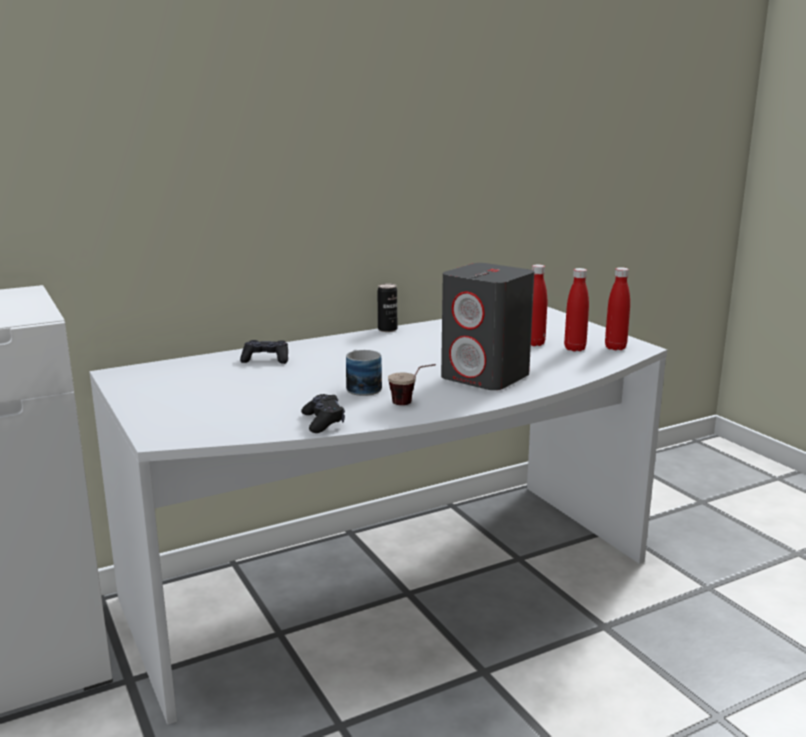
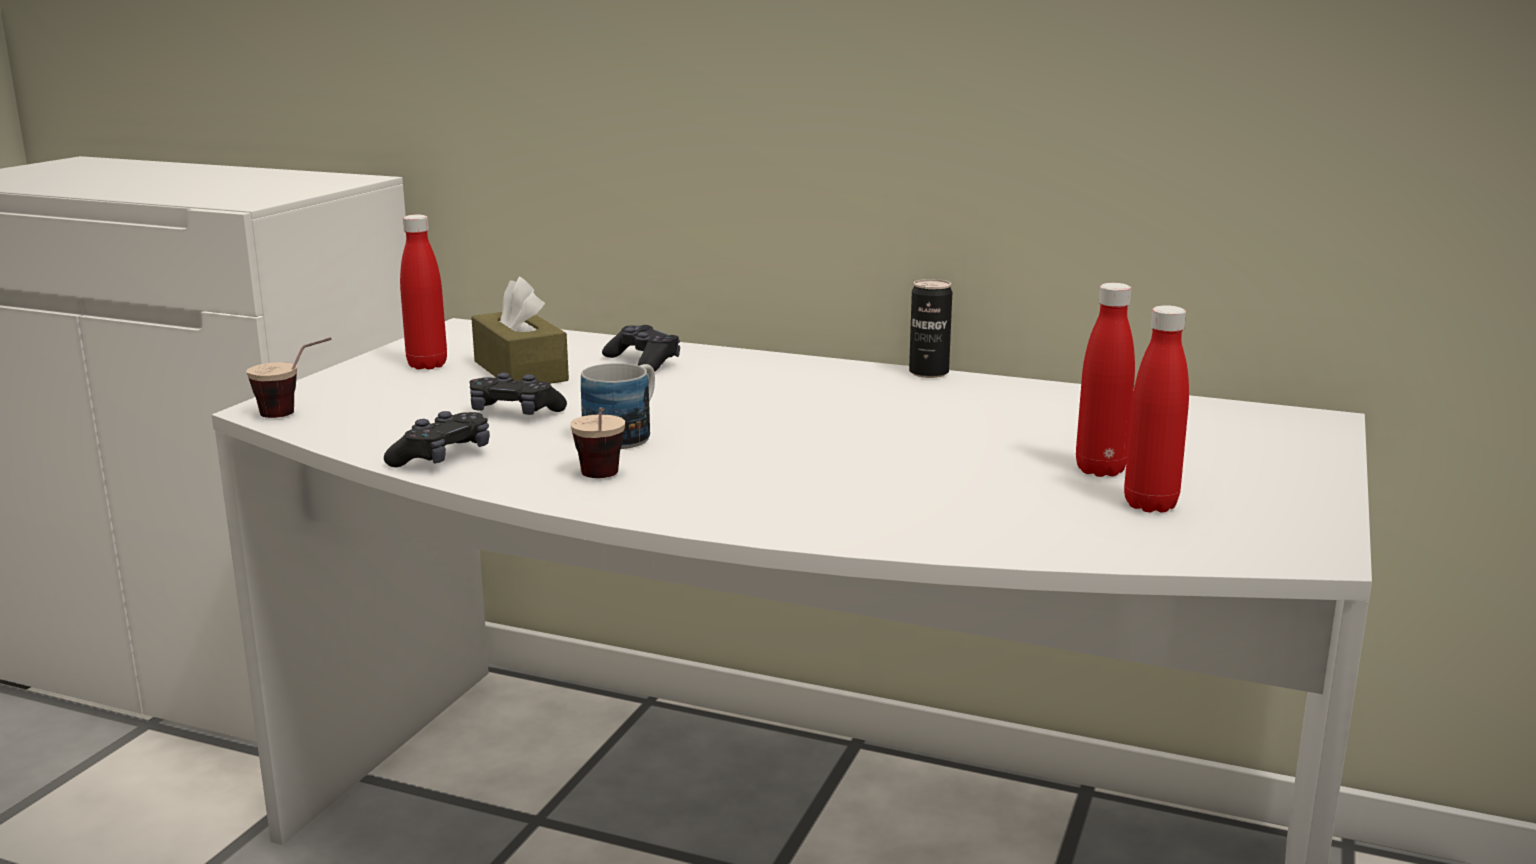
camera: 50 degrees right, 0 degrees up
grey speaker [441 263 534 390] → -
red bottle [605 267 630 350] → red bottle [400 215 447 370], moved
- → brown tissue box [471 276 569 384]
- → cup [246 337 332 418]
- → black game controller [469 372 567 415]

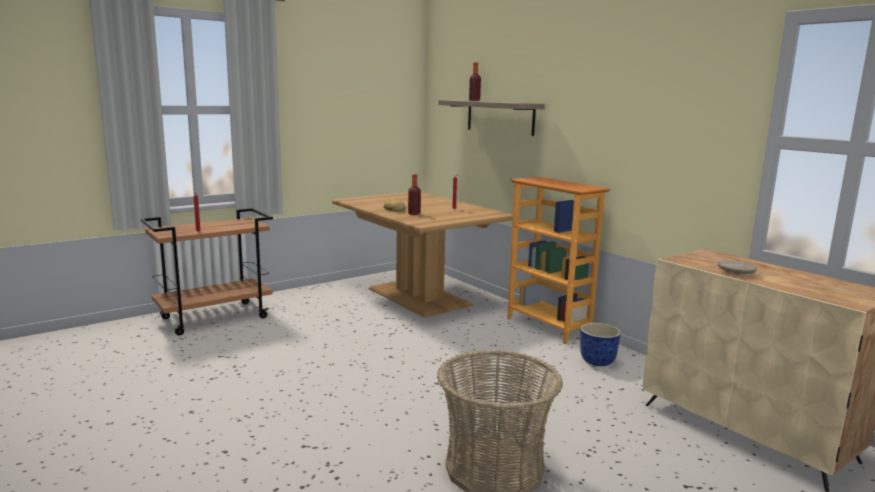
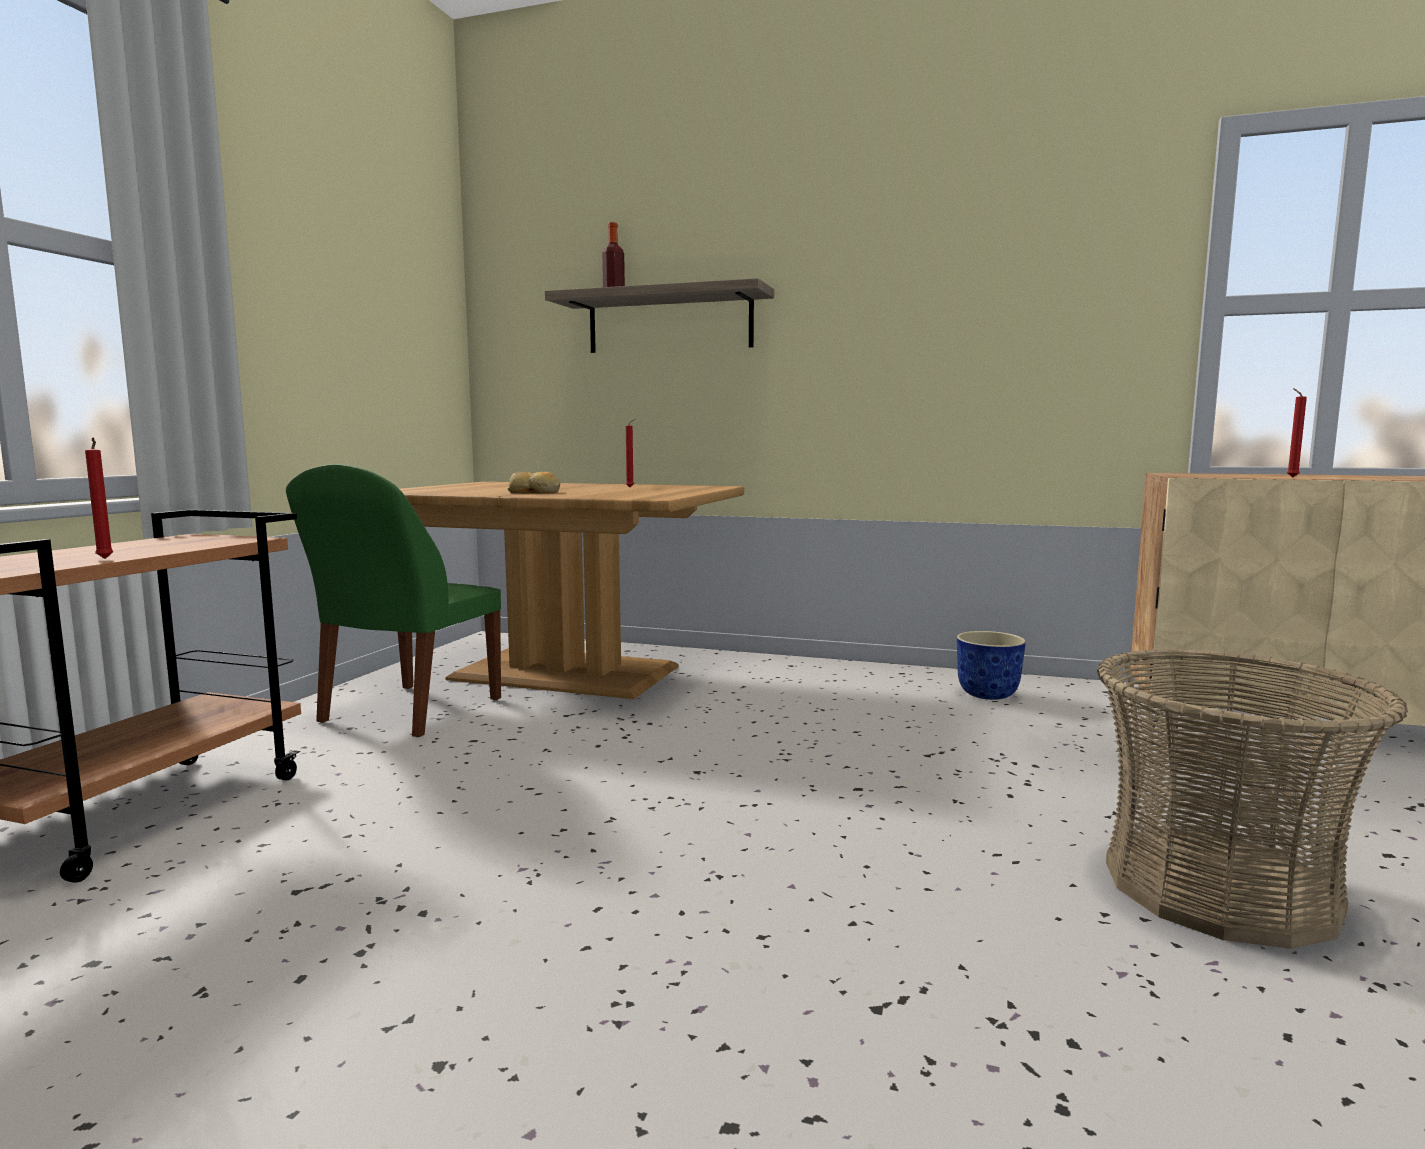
camera: 35 degrees left, 5 degrees down
bottle [408 174 421 215] → -
bookcase [507 177 611 344] → -
beige plate [717 261 758 275] → red candle [1287 388 1307 478]
- → green chair [286 464 501 737]

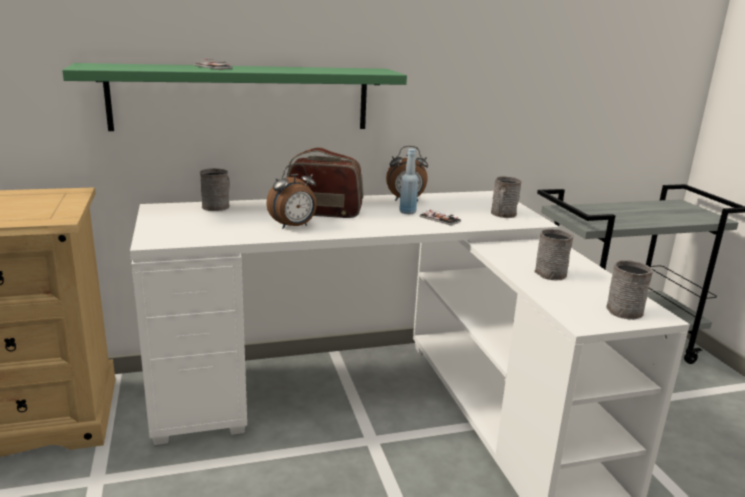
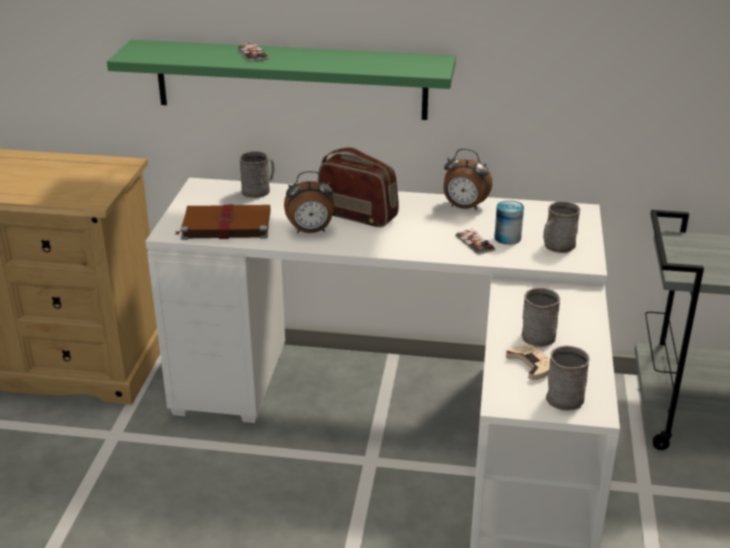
camera: 25 degrees right, 10 degrees up
blue bottle [399 149 418 214] → -
- → can [494 200 524 245]
- → brown book [174 205 270 240]
- → beige game controller [506 345 550 380]

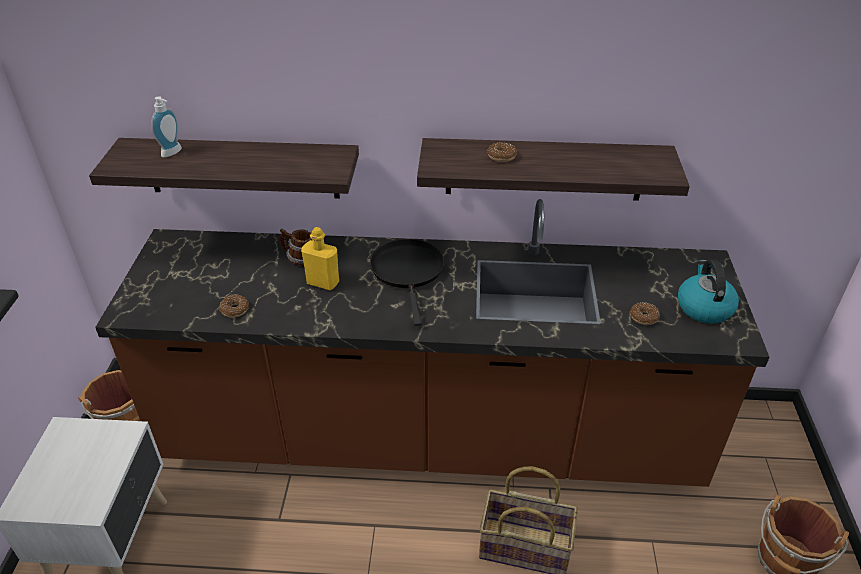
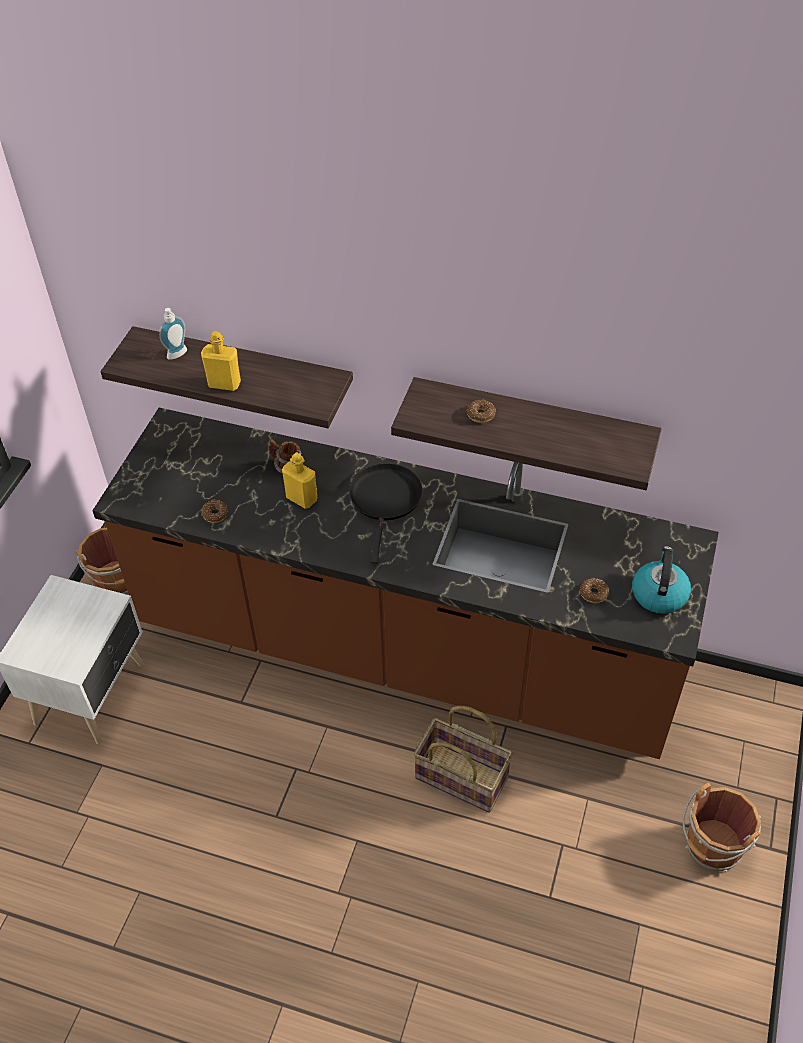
camera: 15 degrees right, 10 degrees up
- → yellow bottle [201 331 241 391]

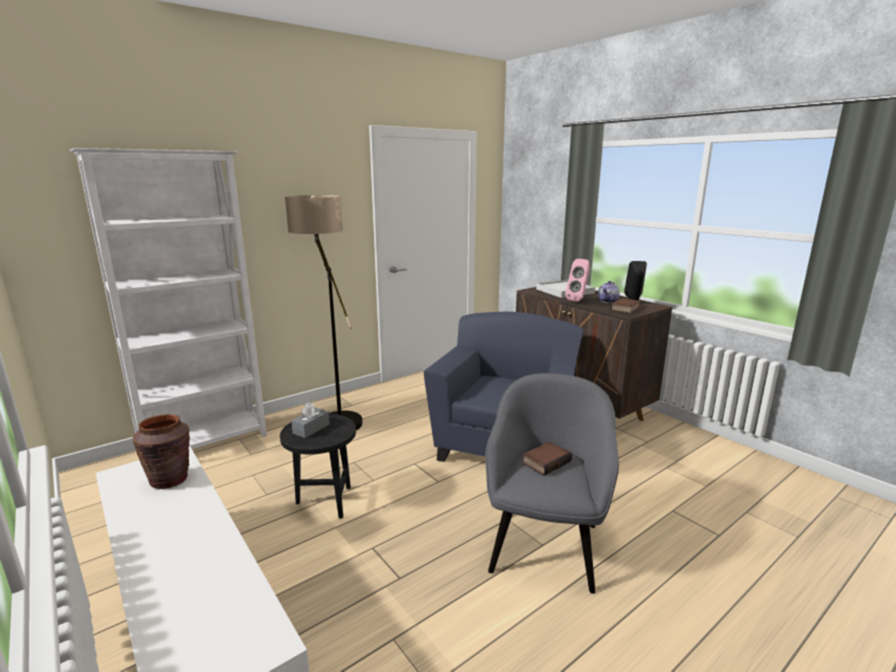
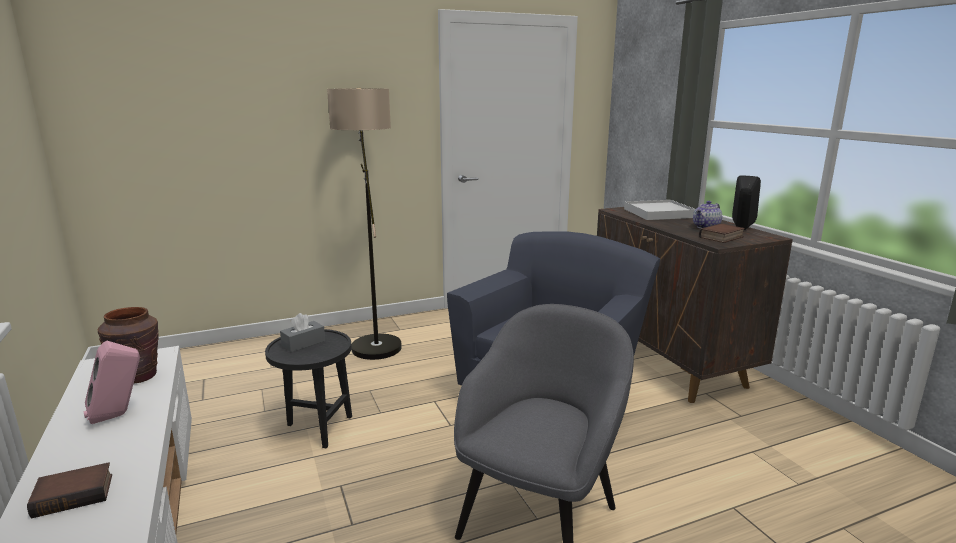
camera: 15 degrees right, 0 degrees up
white bookcase [70 148 267 449] → -
pink speaker [565 259 590 302] → pink speaker [84 340 140 424], moved
book [522 442 572 476] → book [27 462 112 518], moved

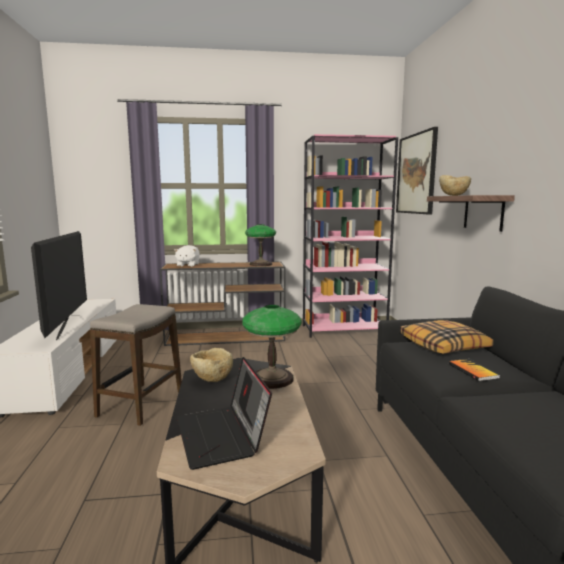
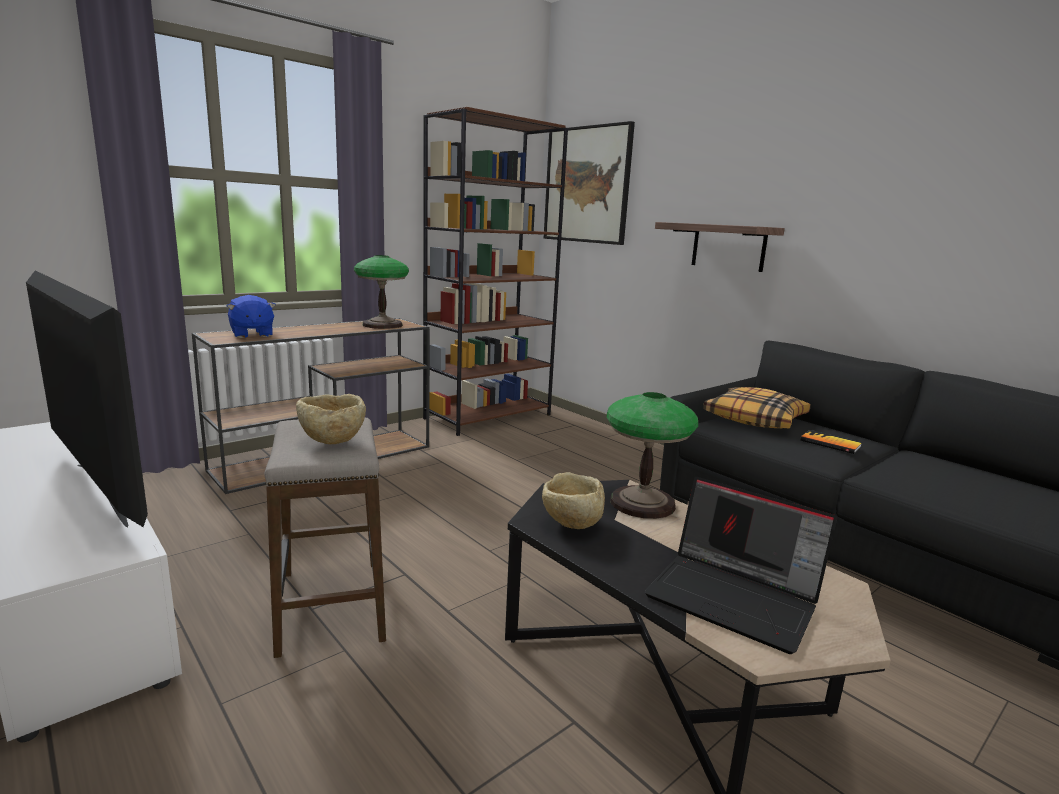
camera: 35 degrees left, 5 degrees up
pink bookcase [303 134 398 338] → brown bookcase [423 107 568 436]
beige bowl [439 175 471 196] → beige bowl [296 394 366 444], moved
white plush toy [174 245 200 267] → blue plush toy [227 295 276 338]

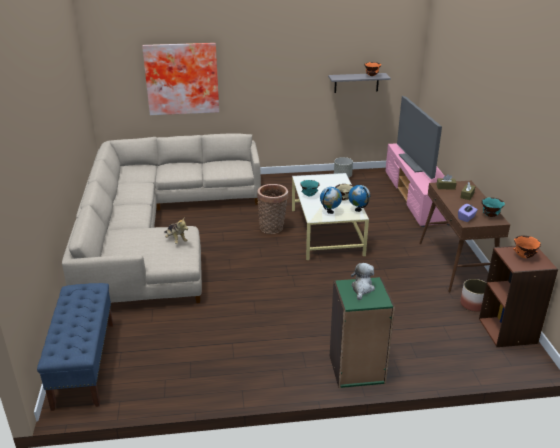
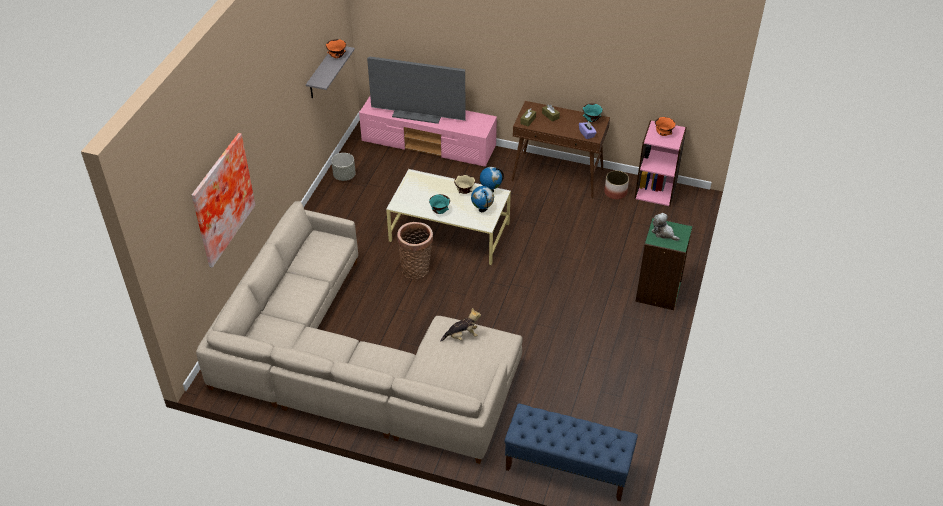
camera: 65 degrees left, 15 degrees up
brown bookcase [479 246 558 347] → pink bookcase [634 120 687 206]

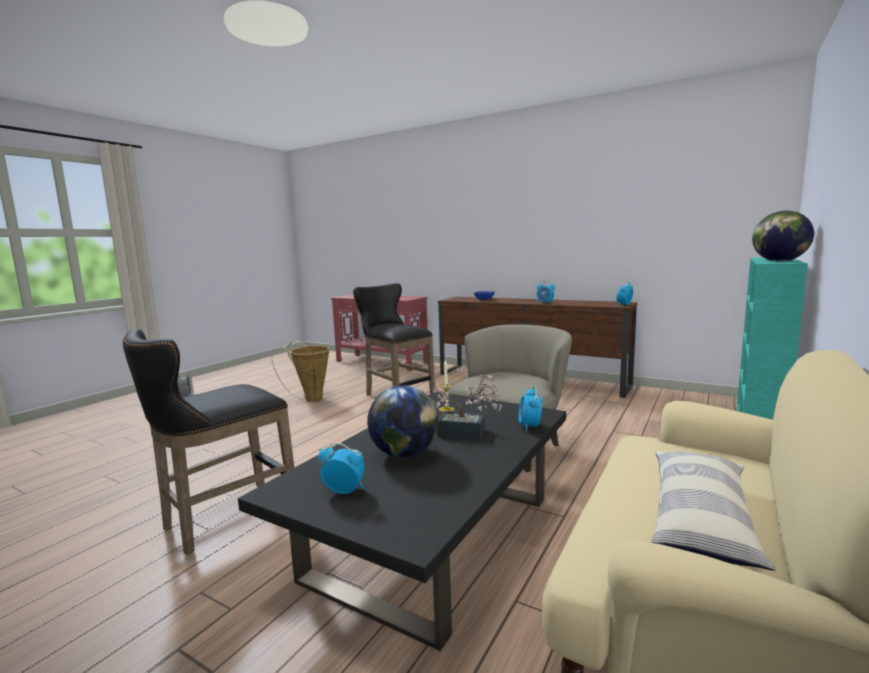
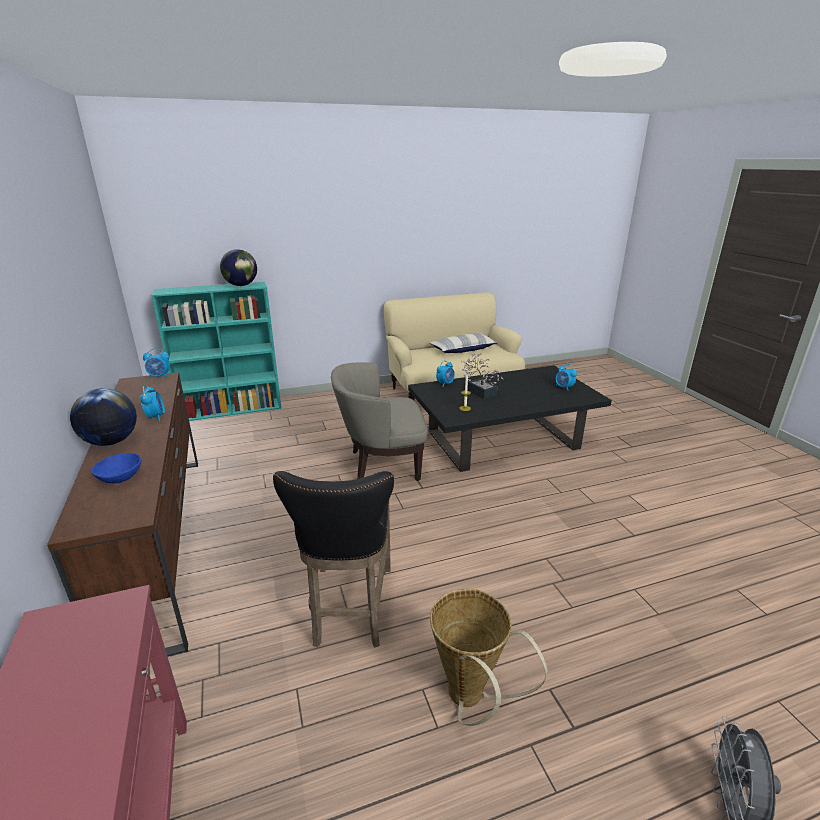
camera: 140 degrees left, 15 degrees up
black stool [123 328 294 555] → -
globe [367 385 439 458] → globe [70 388 137 446], moved

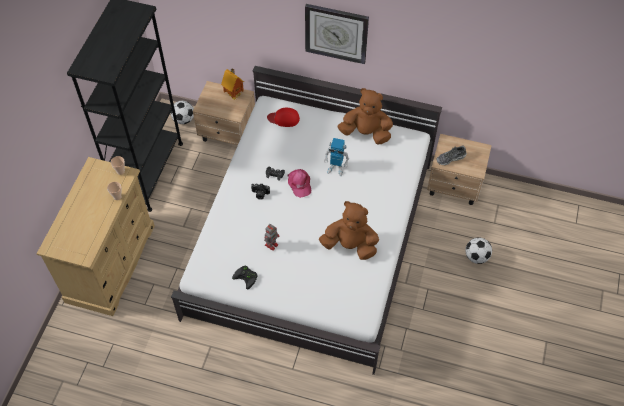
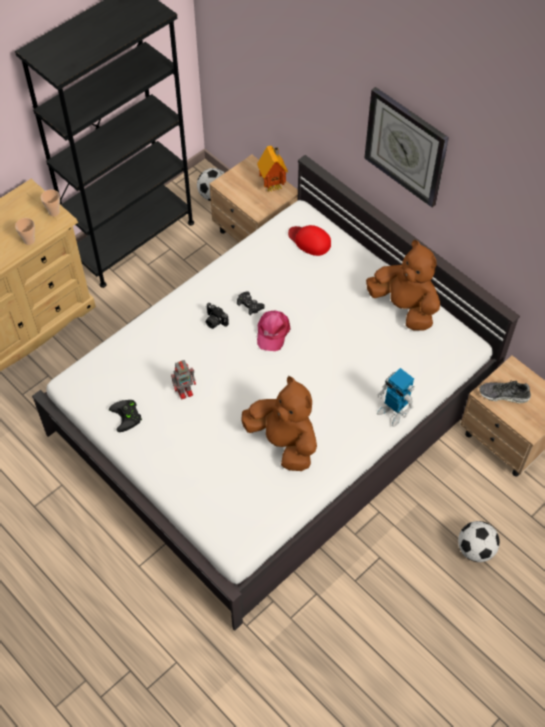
camera: 30 degrees right, 0 degrees up
toy robot [324 138 349 176] → toy robot [377 368 414 427], moved

